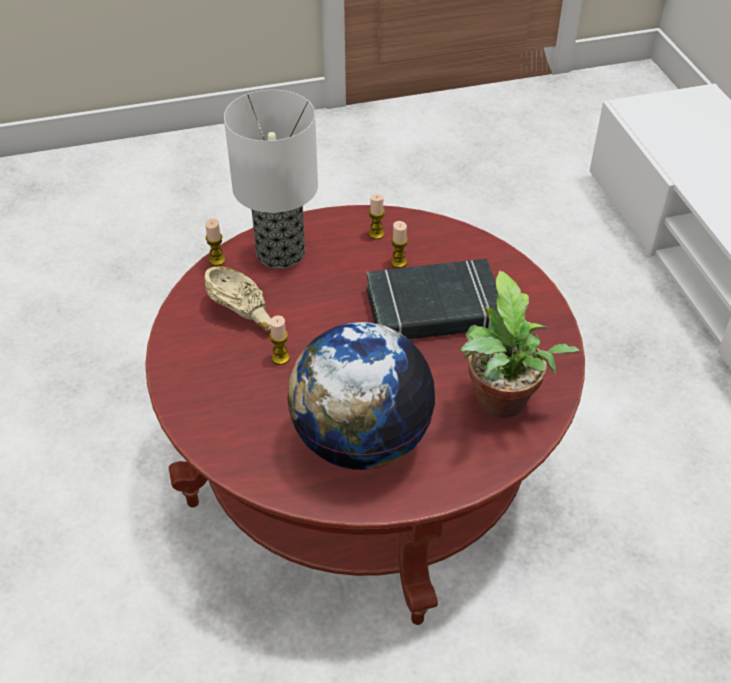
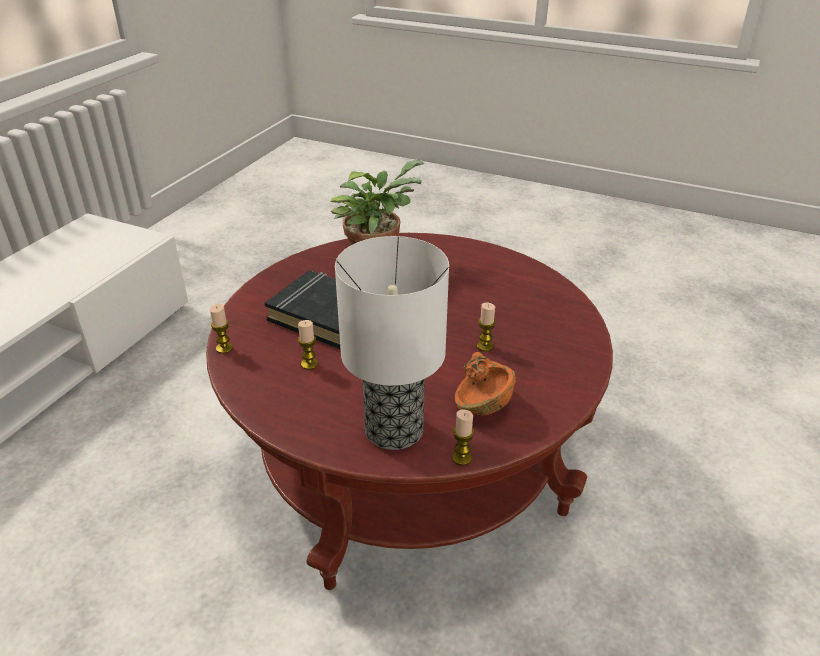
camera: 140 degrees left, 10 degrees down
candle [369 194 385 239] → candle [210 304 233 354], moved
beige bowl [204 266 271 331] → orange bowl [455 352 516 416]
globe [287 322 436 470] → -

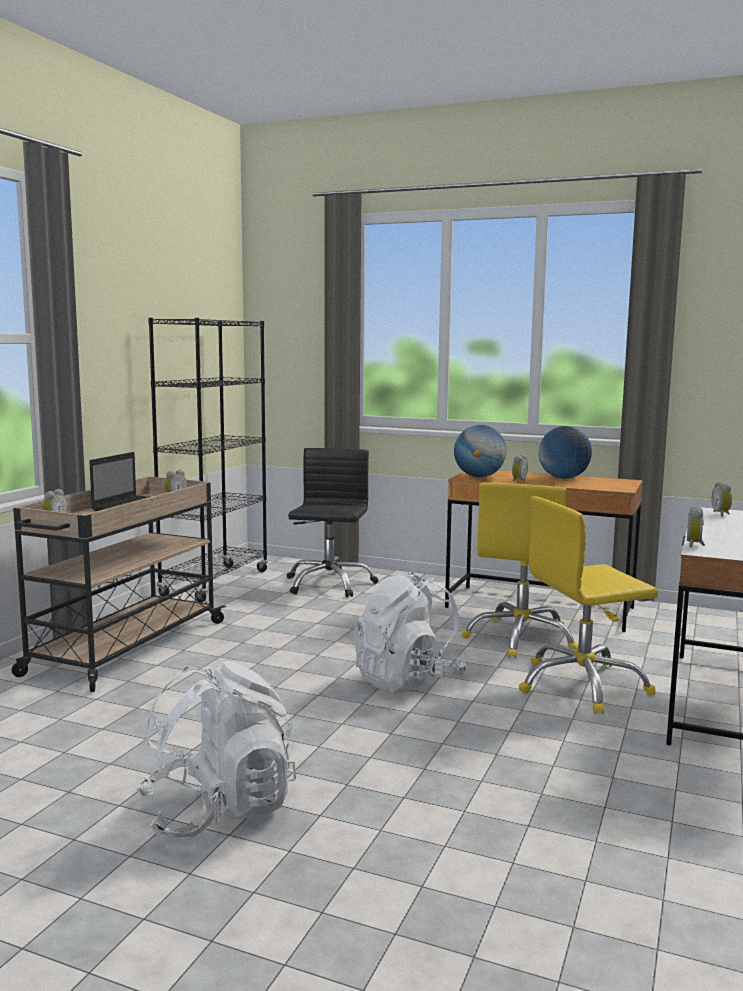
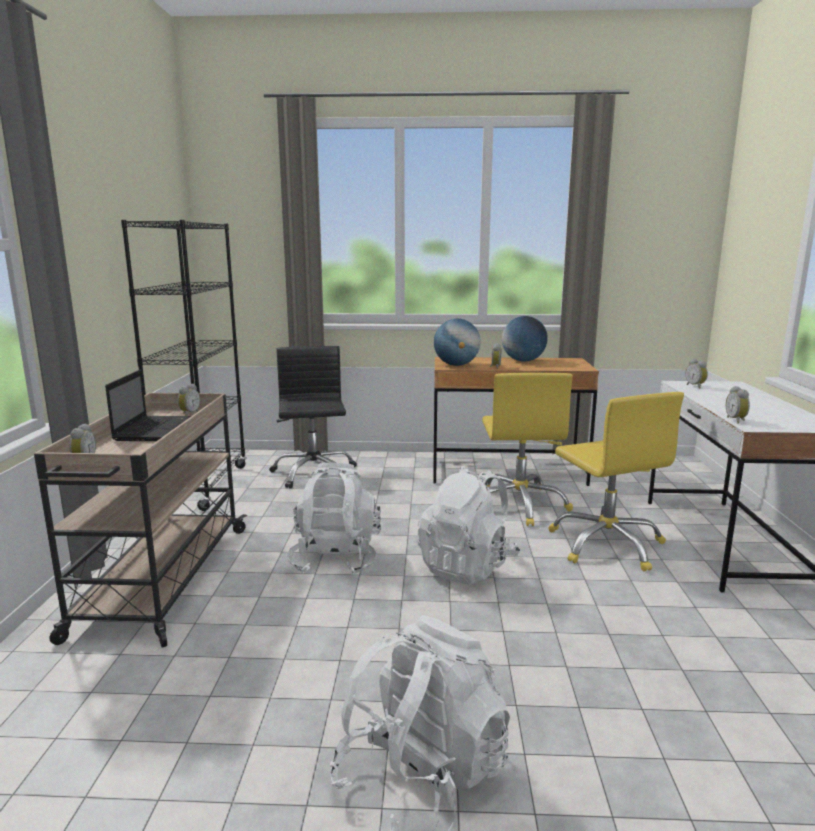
camera: 20 degrees left, 5 degrees up
yellow office chair [519 496 658 714] → yellow office chair [548 392 684 571], 75 degrees counterclockwise
- → white backpack [287 463 381 576]

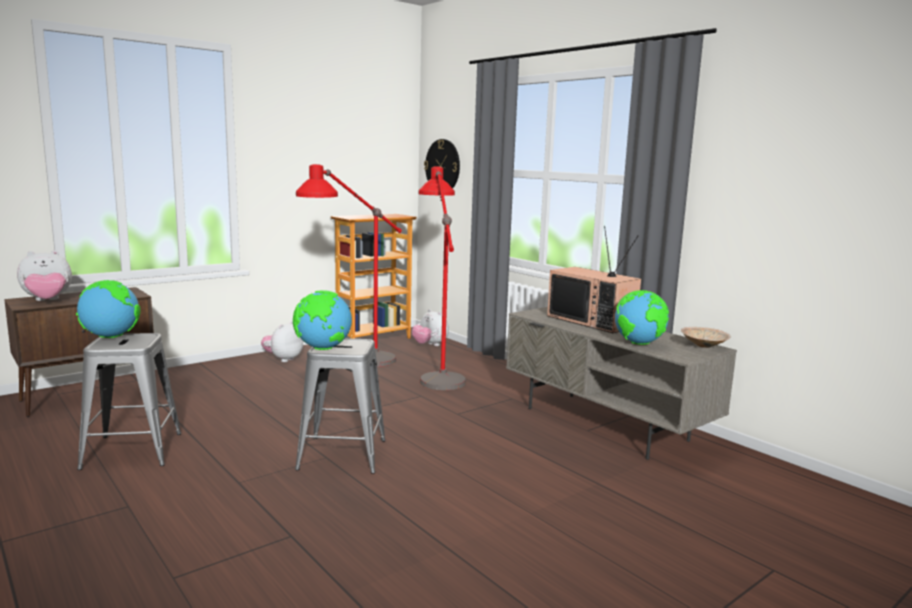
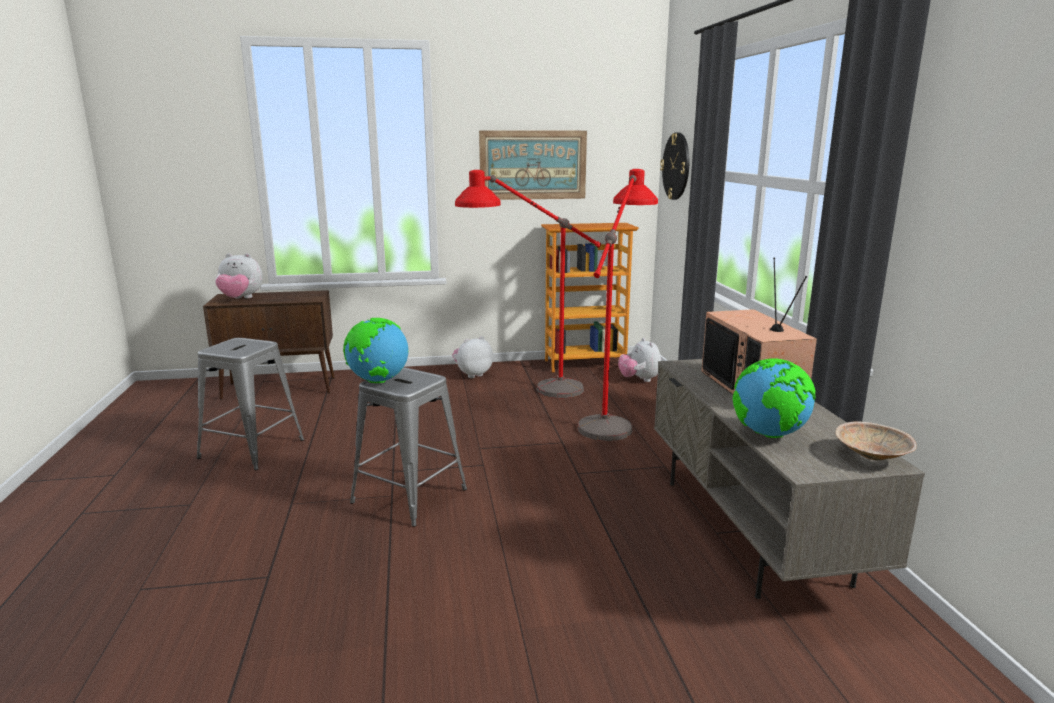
camera: 30 degrees right, 5 degrees up
globe [76 280 141 338] → -
- → picture [479 130 587 200]

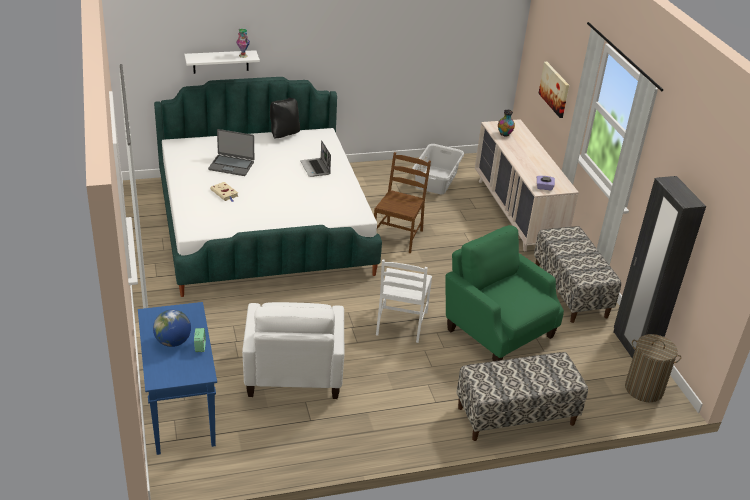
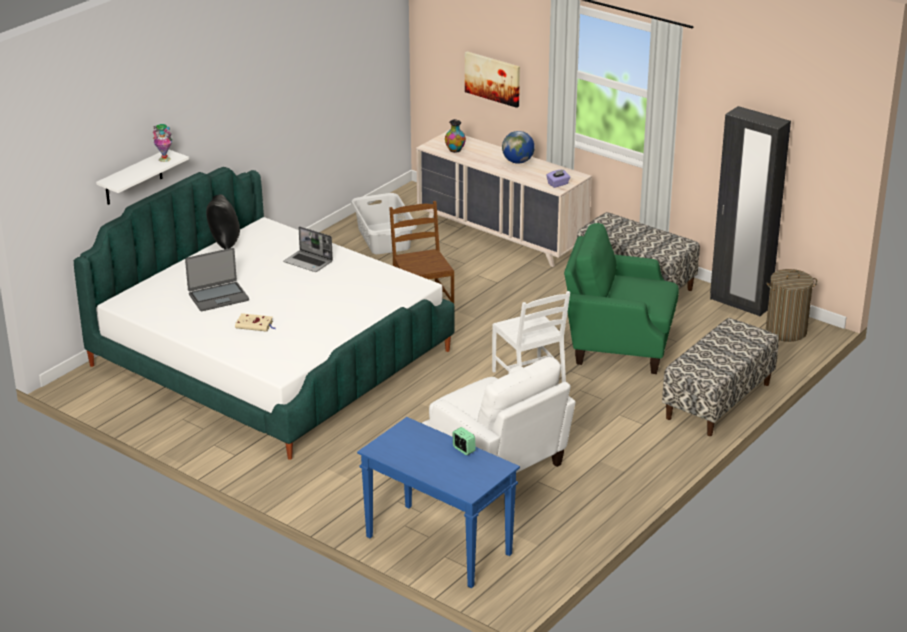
camera: 35 degrees left, 5 degrees down
globe [153 309 191 347] → globe [502 131 535 164], moved

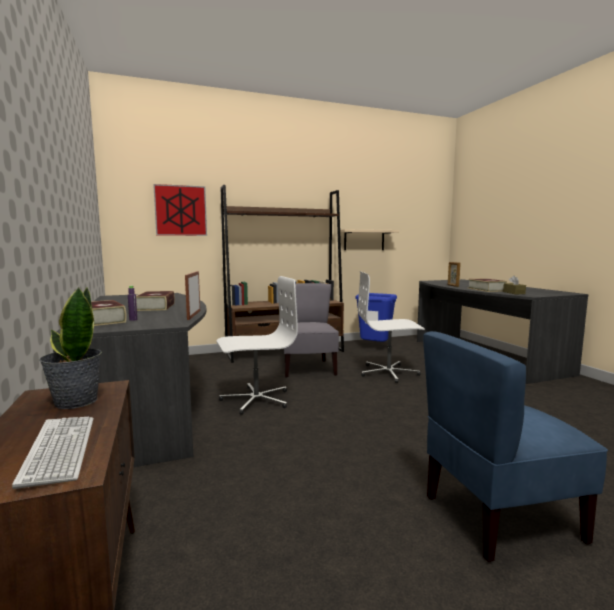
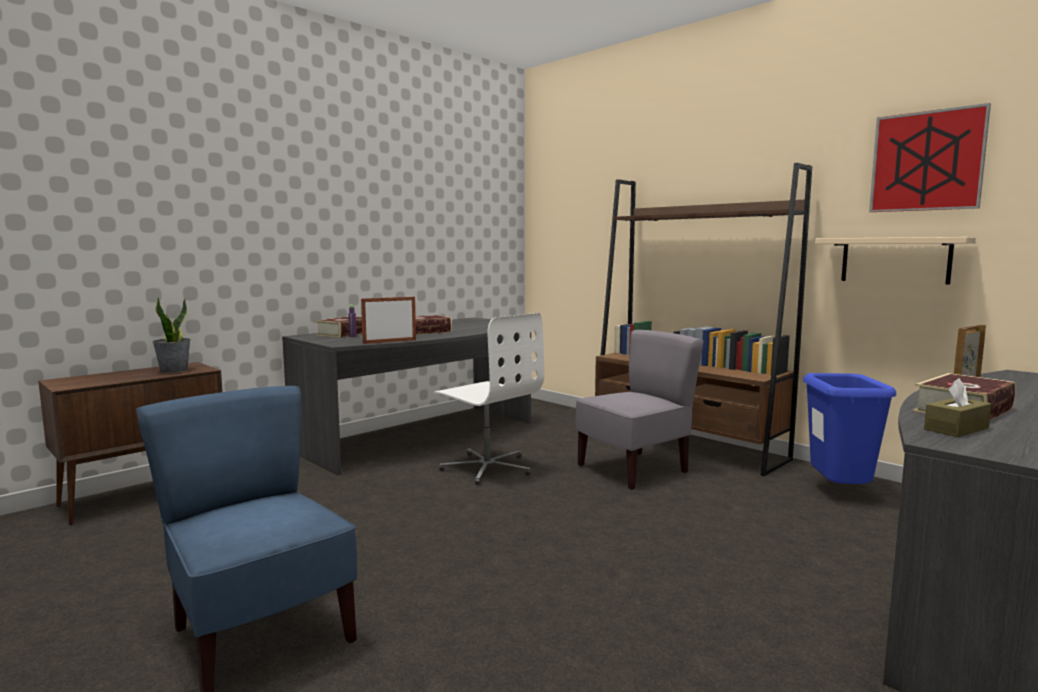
camera: 65 degrees right, 0 degrees up
picture [153 184 207 236] → picture [869 103 991 212], moved
white office chair [358 271 425 383] → -
keyboard [12 417 94 489] → -

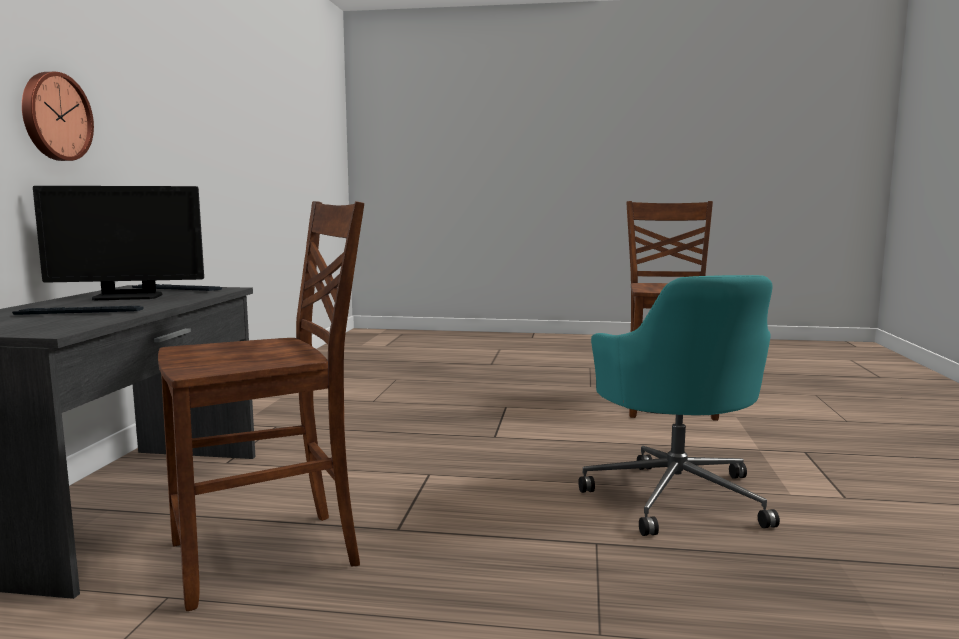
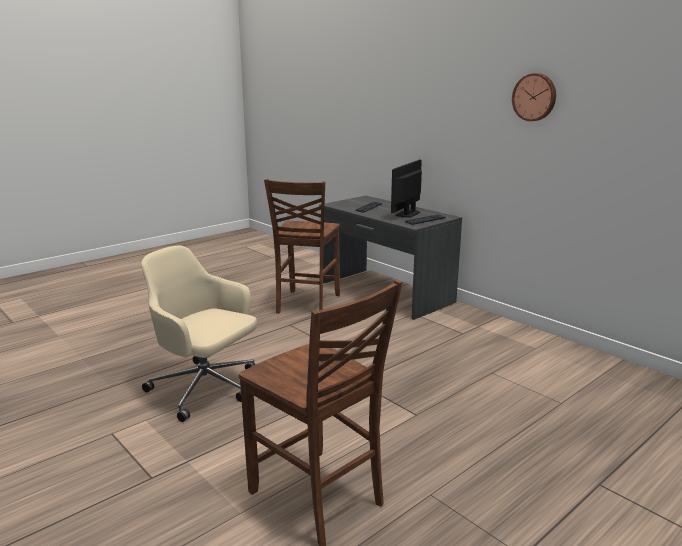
camera: 130 degrees right, 10 degrees up
wall clock [22 72 94 161] → wall clock [512 73 556 121], moved
turquoise office chair [578 275 780 536] → beige office chair [141 245 257 422]

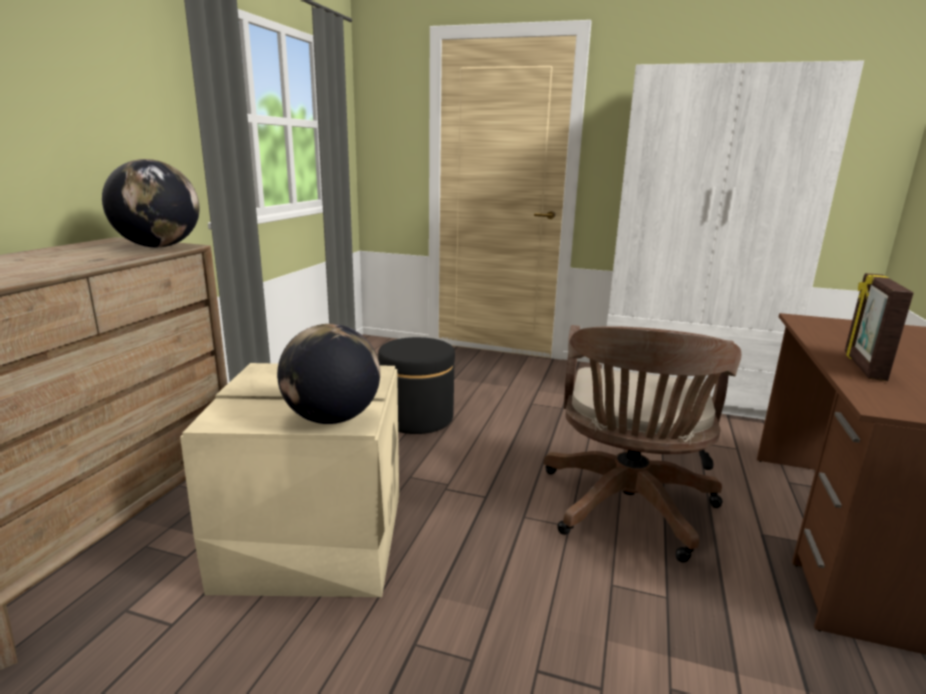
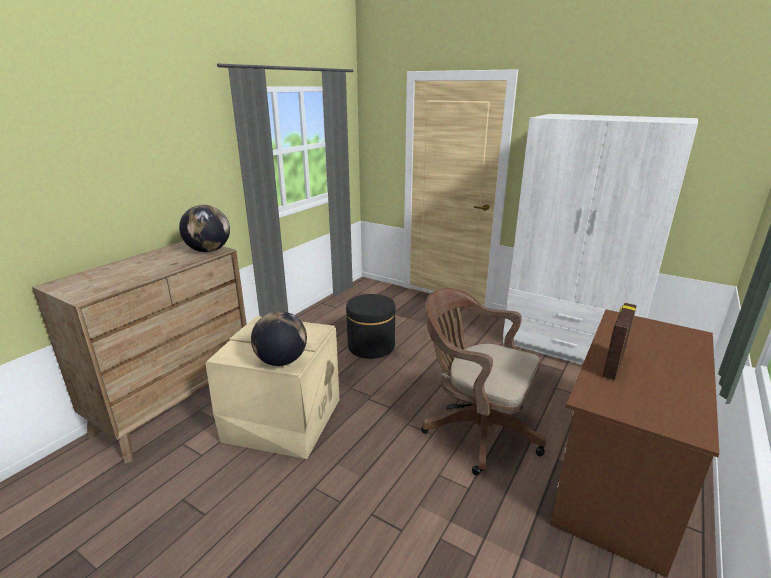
camera: 15 degrees right, 5 degrees up
brown office chair [543 325 741 563] → brown office chair [421 288 547 476], 90 degrees clockwise

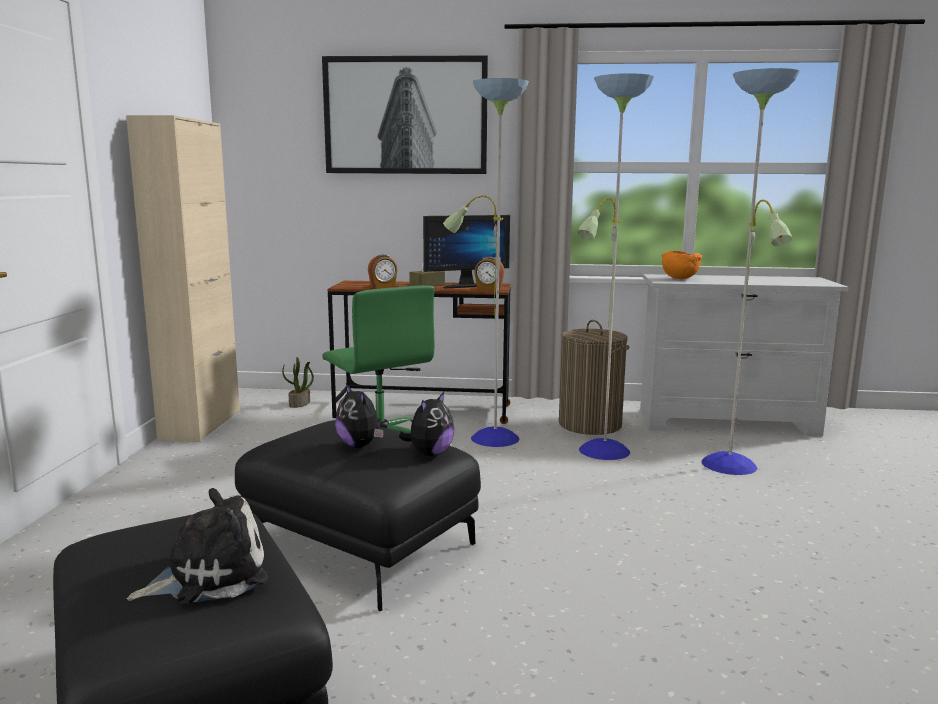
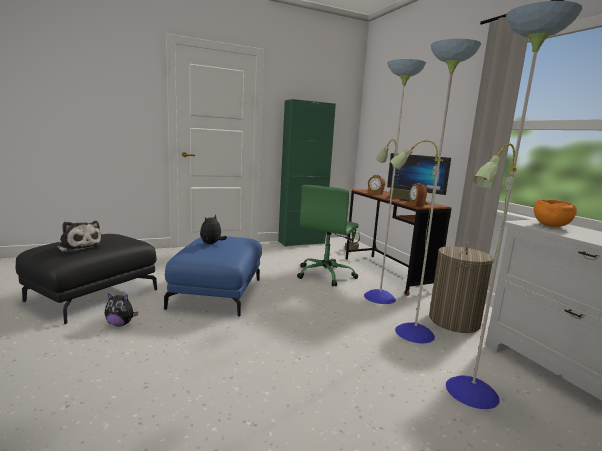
camera: 60 degrees right, 0 degrees up
picture [322 56 488 174] → -
beige cabinet [126 115 240 442] → green cabinet [278 99 336 247]
plush toy [399 392 454 456] → plush toy [105 293 138 326], moved
black ottoman [235 420 481 611] → blue ottoman [164 236 262 317]

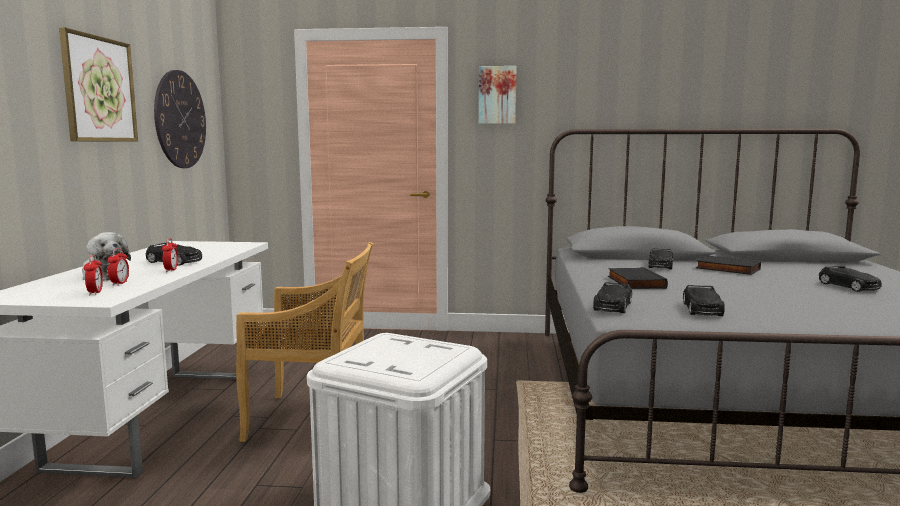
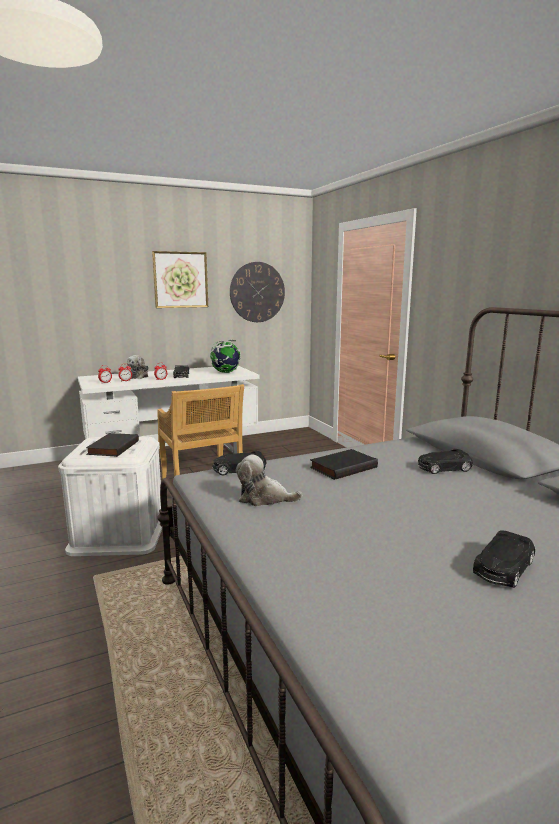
camera: 60 degrees right, 5 degrees up
picture [479 66 517 124] → -
black book [696 256 761 275] → black book [86 433 139 457], moved
black toy car [683 285 725 316] → plush toy [236 454 303 506]
- → globe [210 340 241 373]

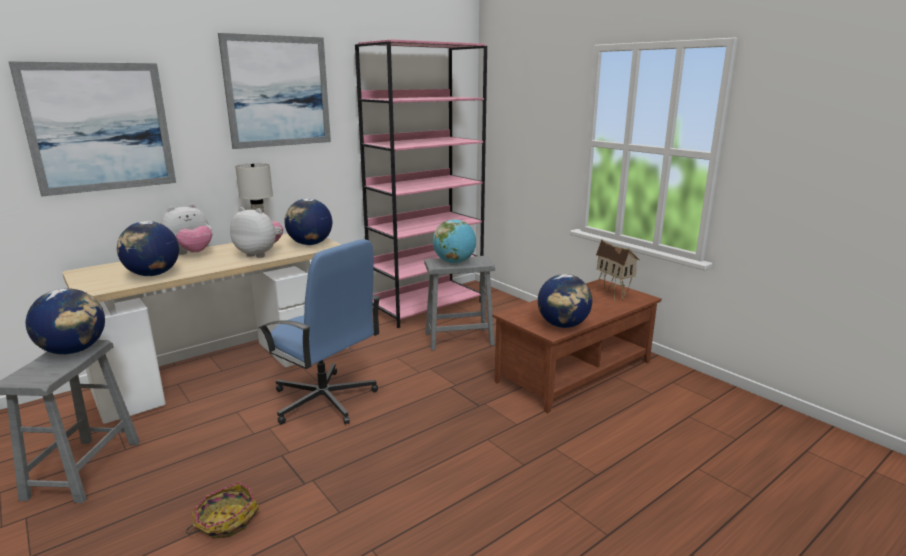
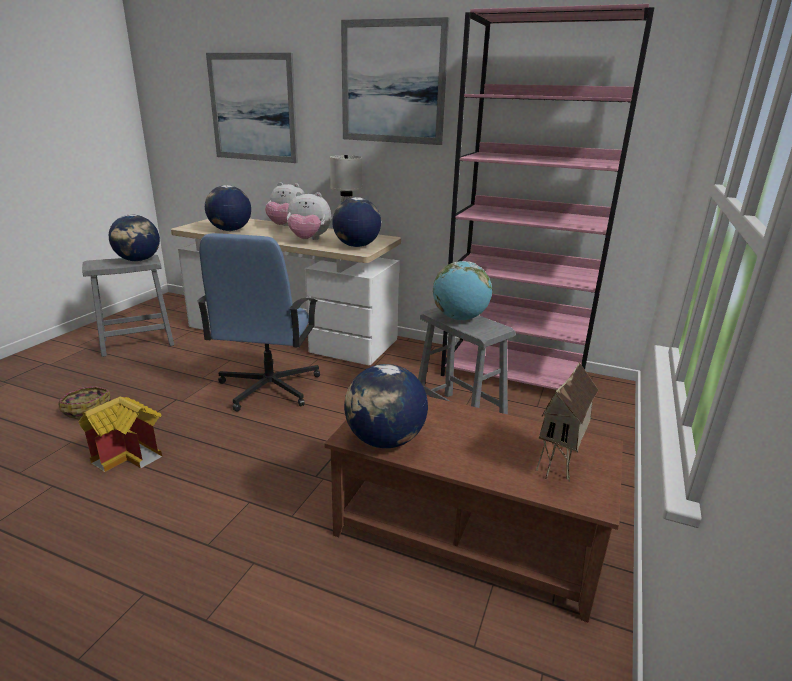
camera: 60 degrees right, 5 degrees up
plush toy [230 207 283 258] → plush toy [287 192 331 240], 105 degrees clockwise
- → toy house [79 397 162 472]

